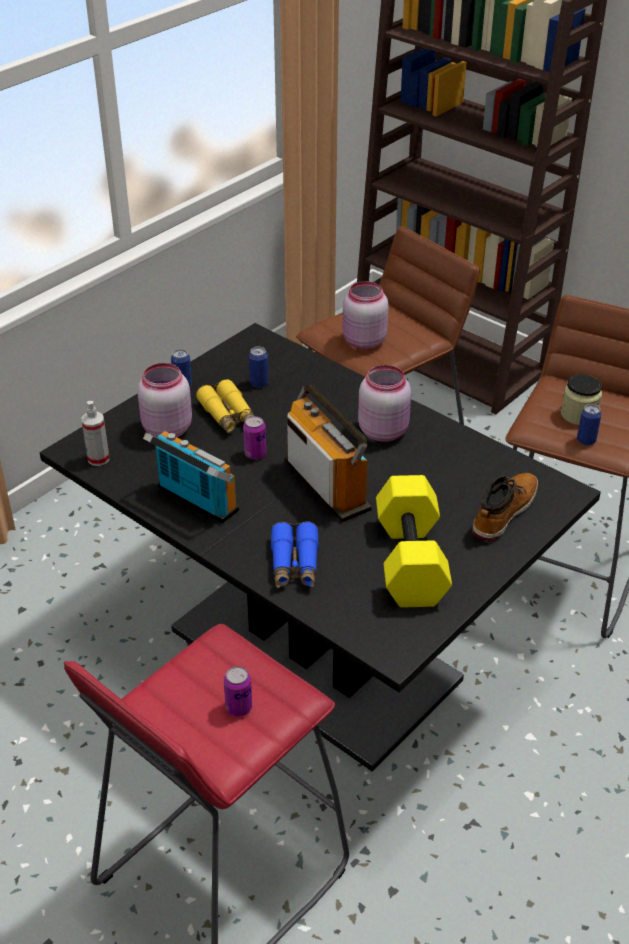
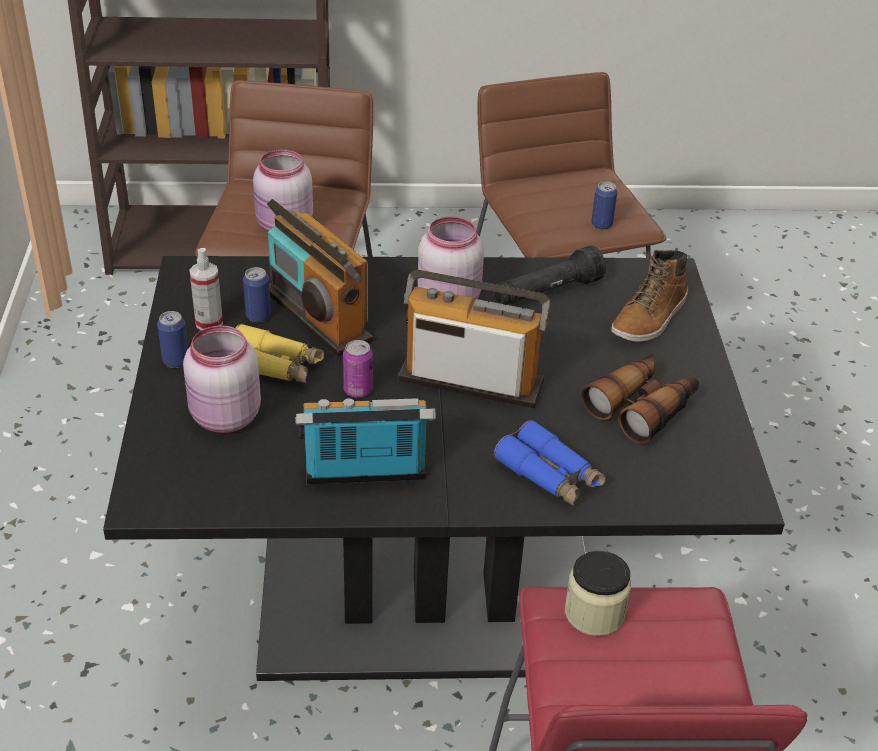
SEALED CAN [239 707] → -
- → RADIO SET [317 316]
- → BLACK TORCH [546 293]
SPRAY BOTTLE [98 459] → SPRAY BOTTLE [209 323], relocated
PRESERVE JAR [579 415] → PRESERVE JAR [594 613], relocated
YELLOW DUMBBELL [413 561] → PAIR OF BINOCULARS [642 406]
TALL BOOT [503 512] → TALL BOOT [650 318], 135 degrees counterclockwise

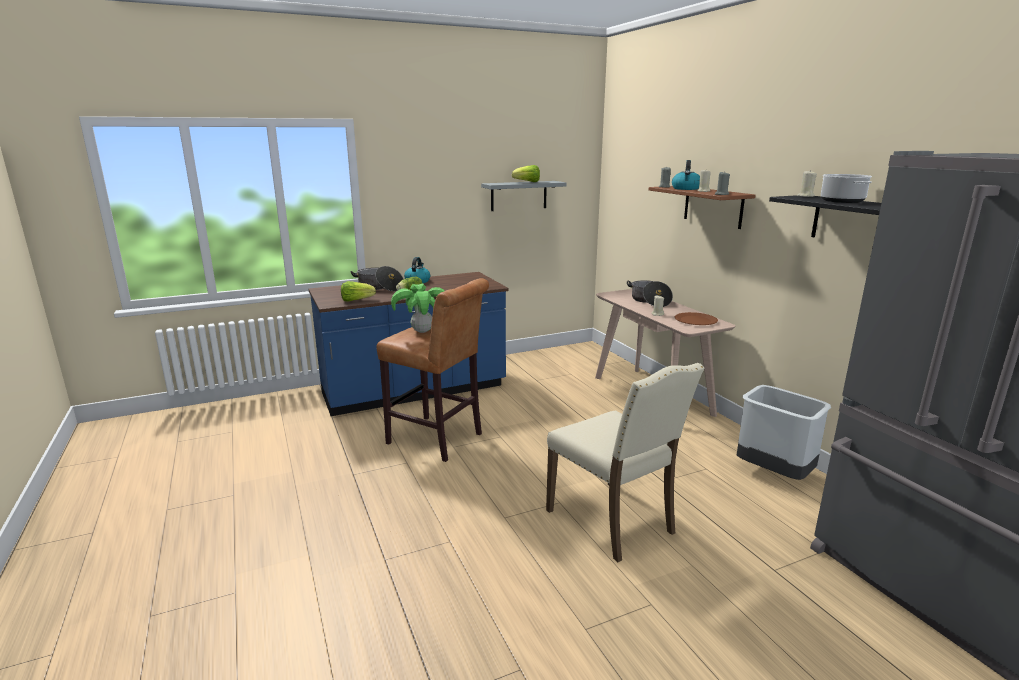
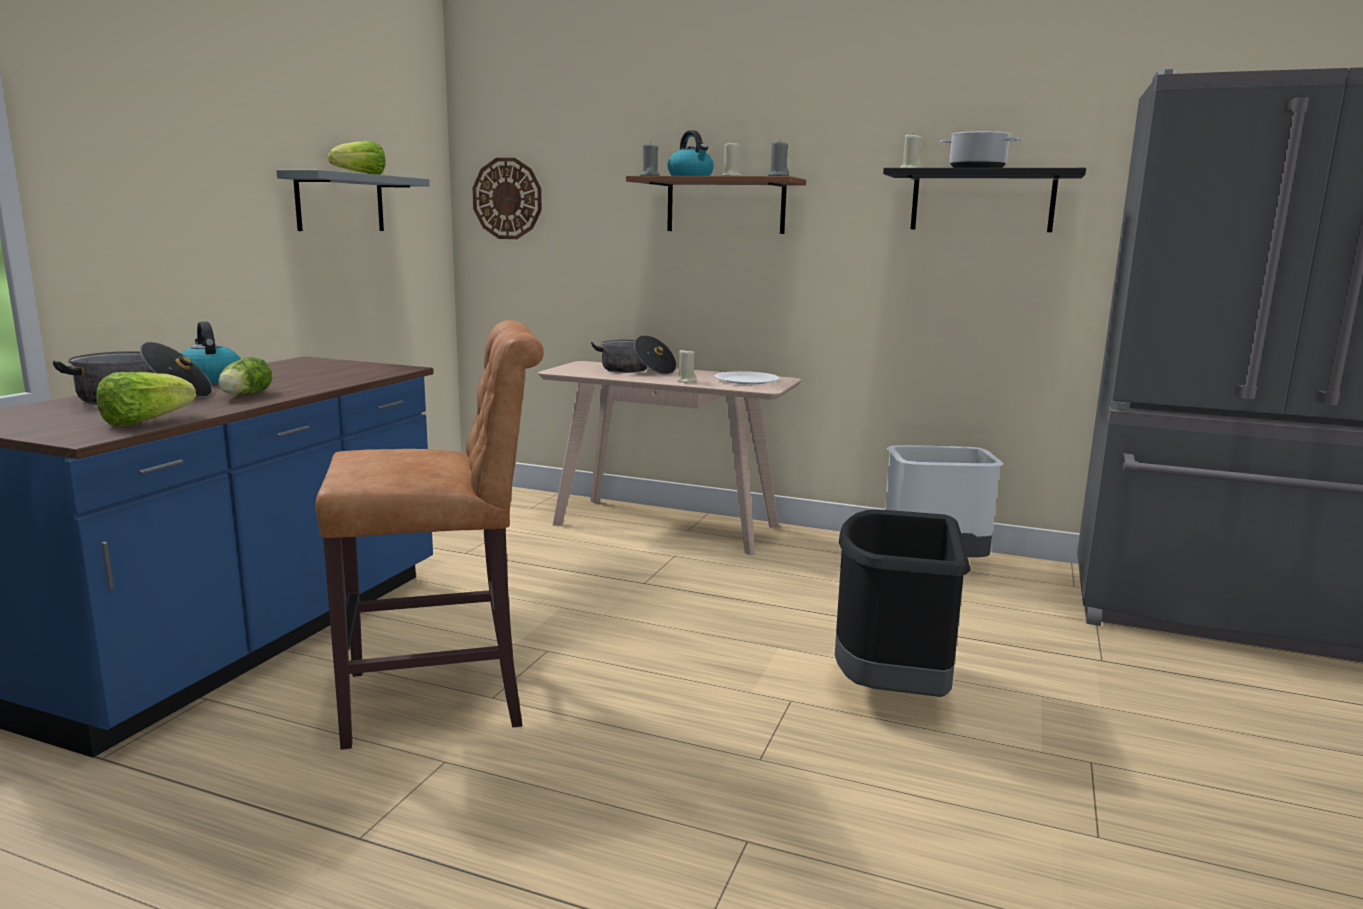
HOUSEPLANT [422 331] → -
- → WALL CLOCK [507 198]
BEIGE UPRIGHT CHAIR [613 521] → BLACK WASTE BIN [891 691]
BROWN-COLOURED FLAT DISH [695 320] → WHITISH FLAT DISH [746 380]

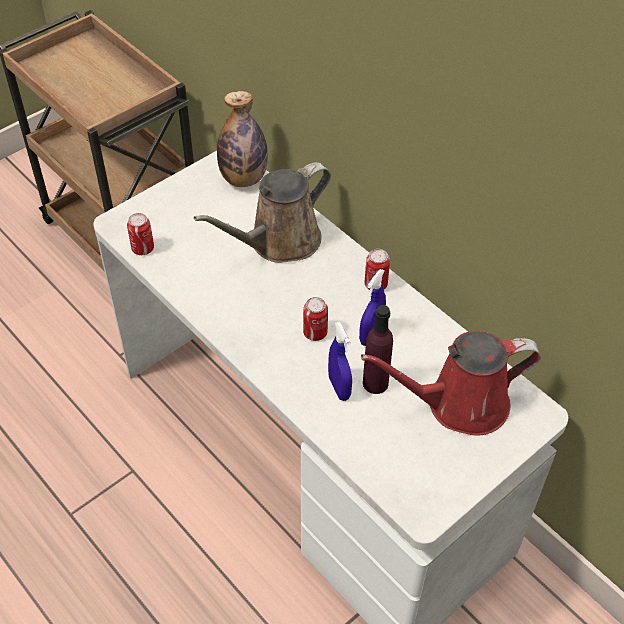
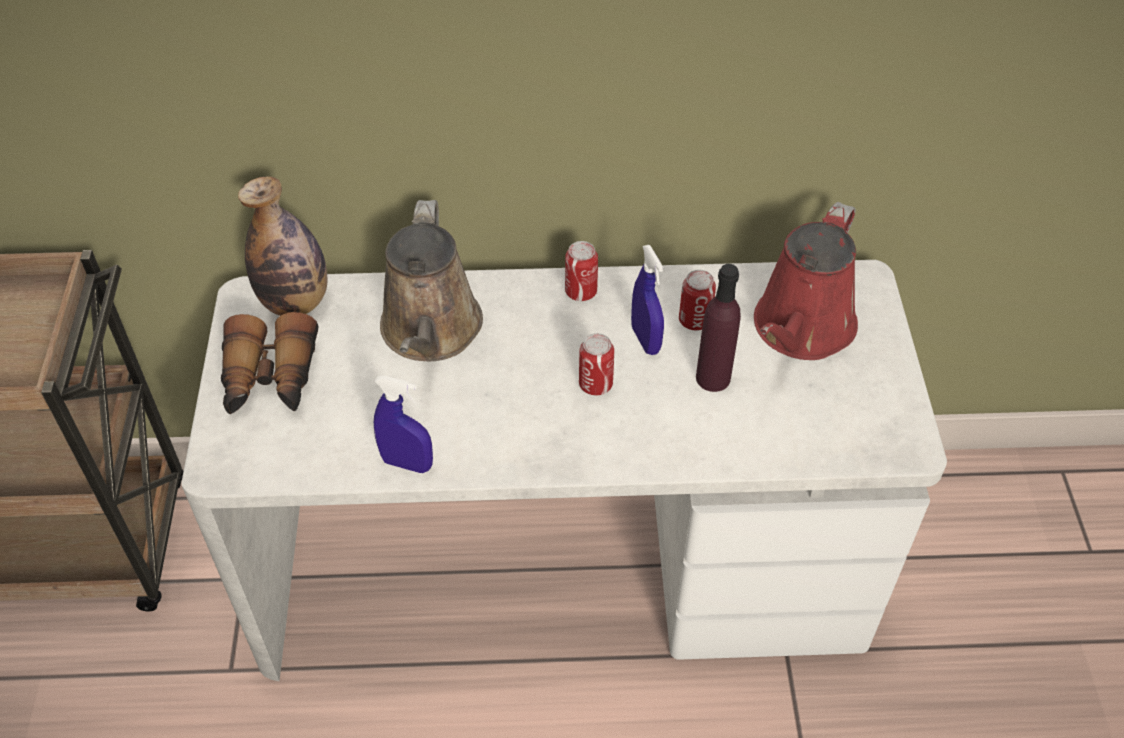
- → PAIR OF BINOCULARS [270 380]
SEALED CAN [143 248] → SEALED CAN [694 320], relocated
BLUISH SPRAY BOTTLE [339 388] → BLUISH SPRAY BOTTLE [407 463], relocated

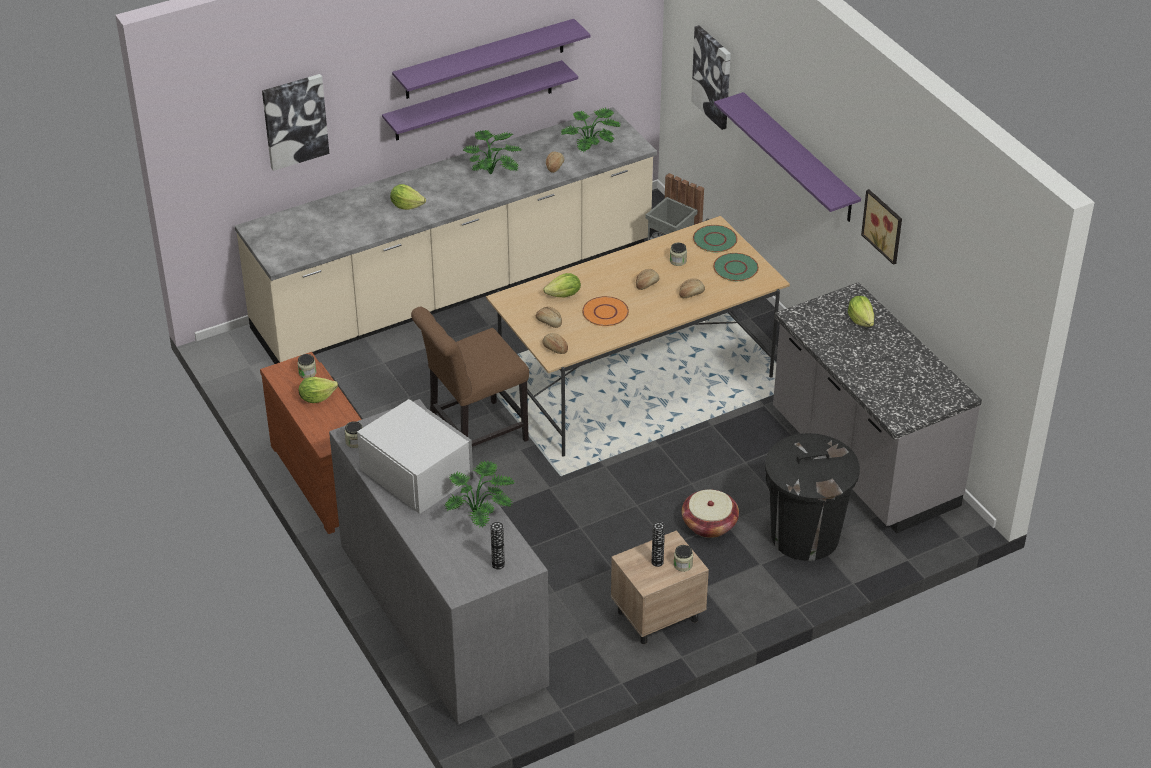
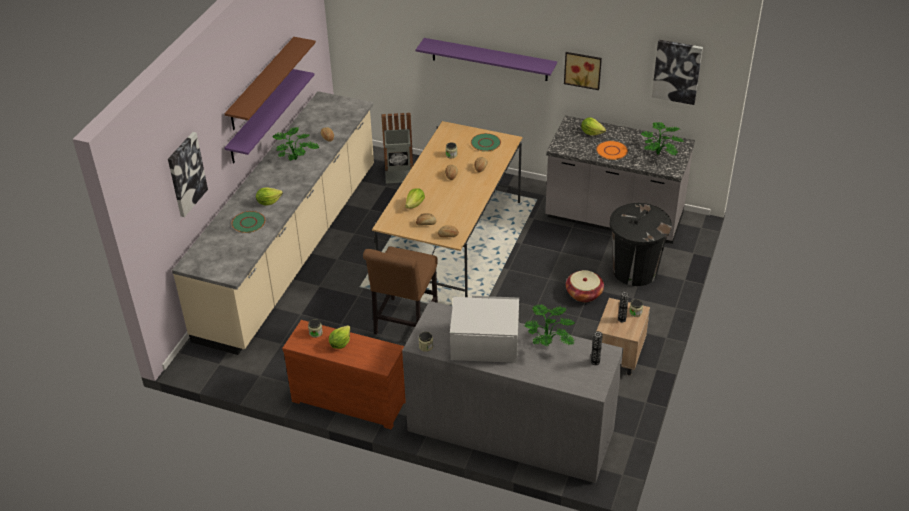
HOUSEPLANT [592 149] → HOUSEPLANT [660 153], relocated
ORANGE FLAT DISH [605 313] → ORANGE FLAT DISH [612 151], relocated
PICTURE [713 77] → PICTURE [677 71], relocated
GREENISH FLAT DISH [715 240] → GREENISH FLAT DISH [248 223], relocated
PURPLE-COLOURED SHELF [485 59] → BROWN-COLOURED SHELF [262 84]

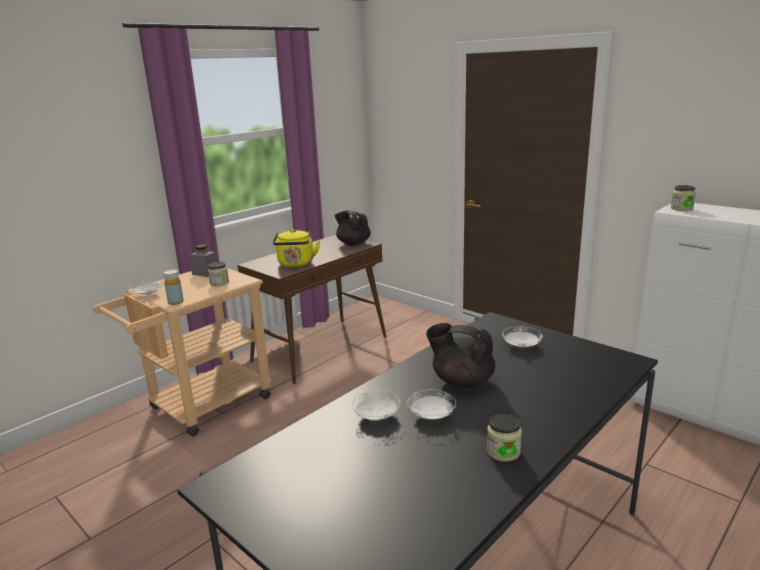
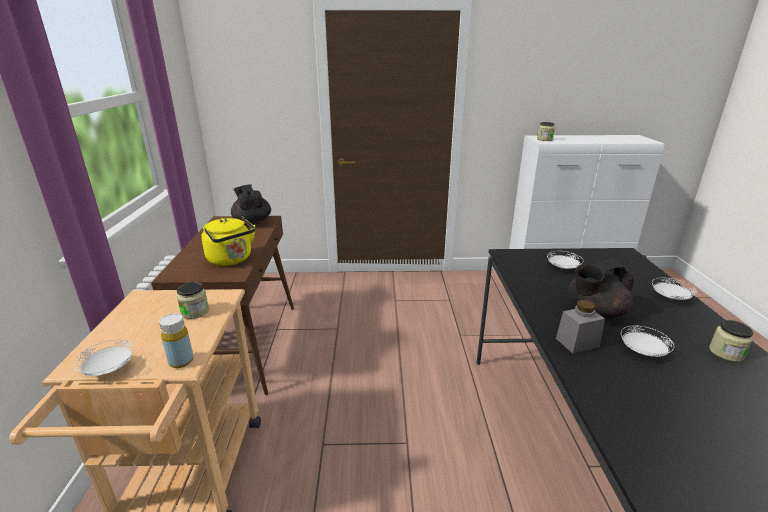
GREYISH PRESERVE JAR [205 273] → GREYISH PRESERVE JAR [577 342], relocated
WHITISH FLAT DISH [377 416] → WHITISH FLAT DISH [670 297], relocated
BLACK TEA POT [353 243] → BLACK TEA POT [252 222], 60 degrees clockwise

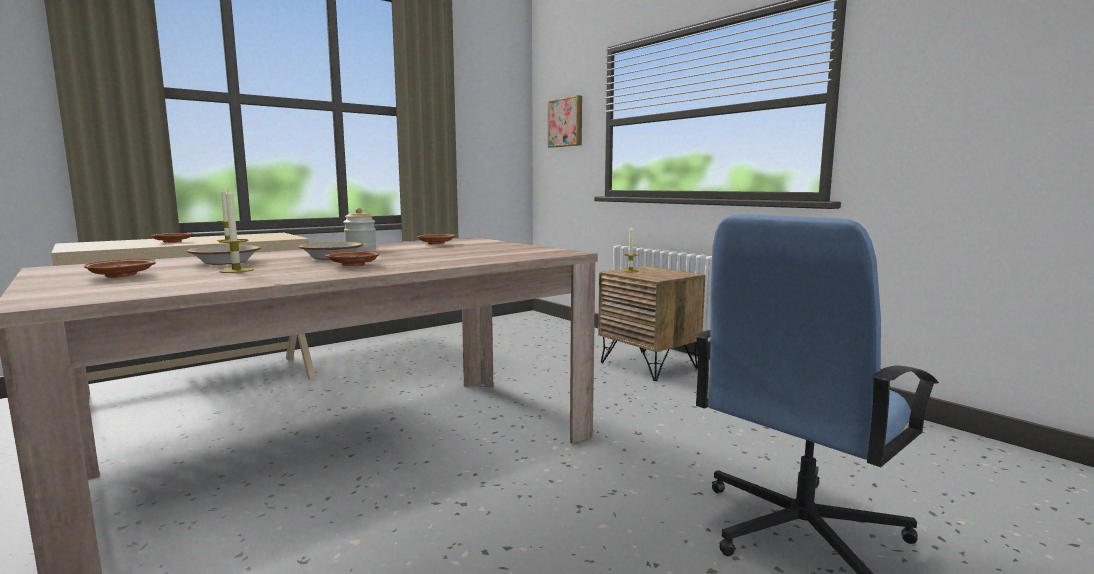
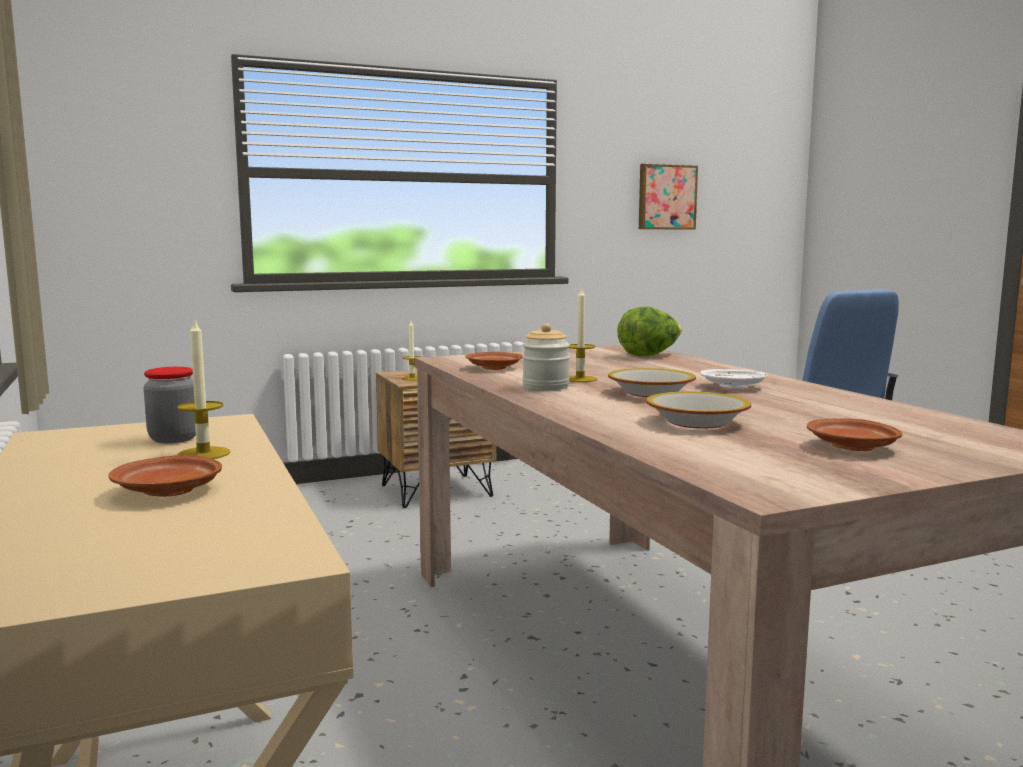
- → PRESERVE JAR [174 439]
- → LETTUCE HEAD [649 355]
WAX CANDLE [236 270] → WAX CANDLE [580 379], relocated
PICTURE [566 122] → PICTURE [666 197], relocated
BROWN-COLOURED FLAT DISH [353 265] → WHITISH FLAT DISH [734 387]

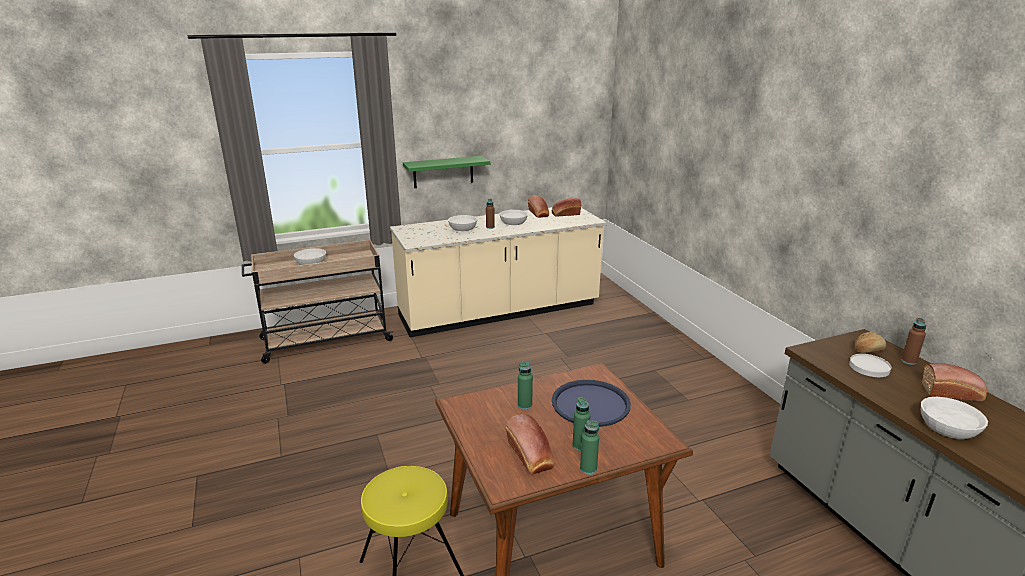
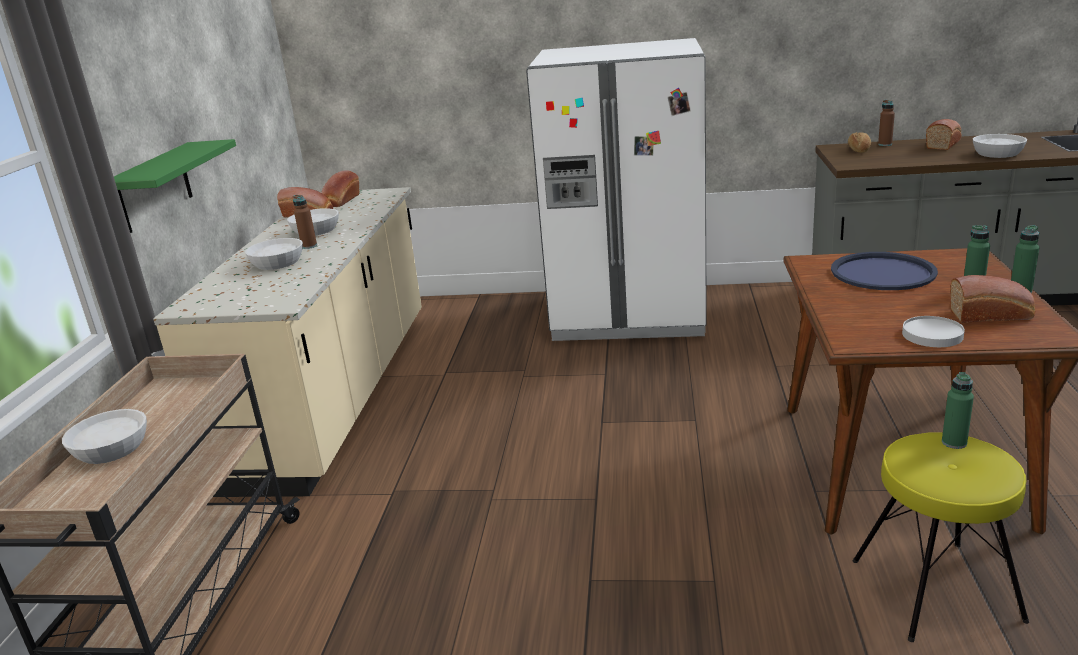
- → WHITISH REFRIGERATOR [628 315]
GREENISH BEVERAGE BOTTLE [524 405] → GREENISH BEVERAGE BOTTLE [954 443], relocated
WHITISH FLAT DISH [869 367] → WHITISH FLAT DISH [932 335], relocated

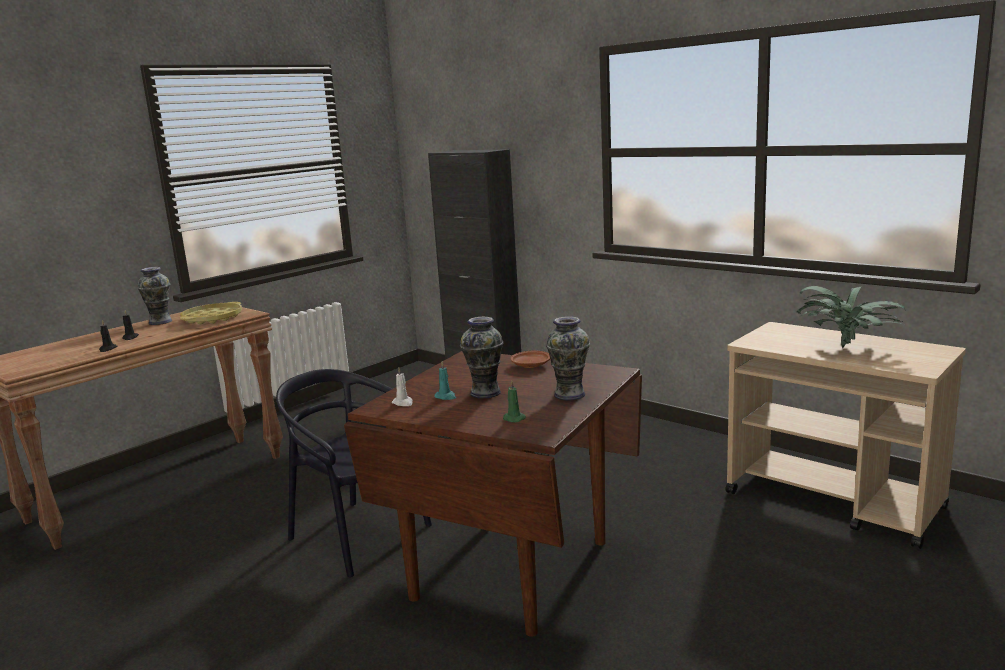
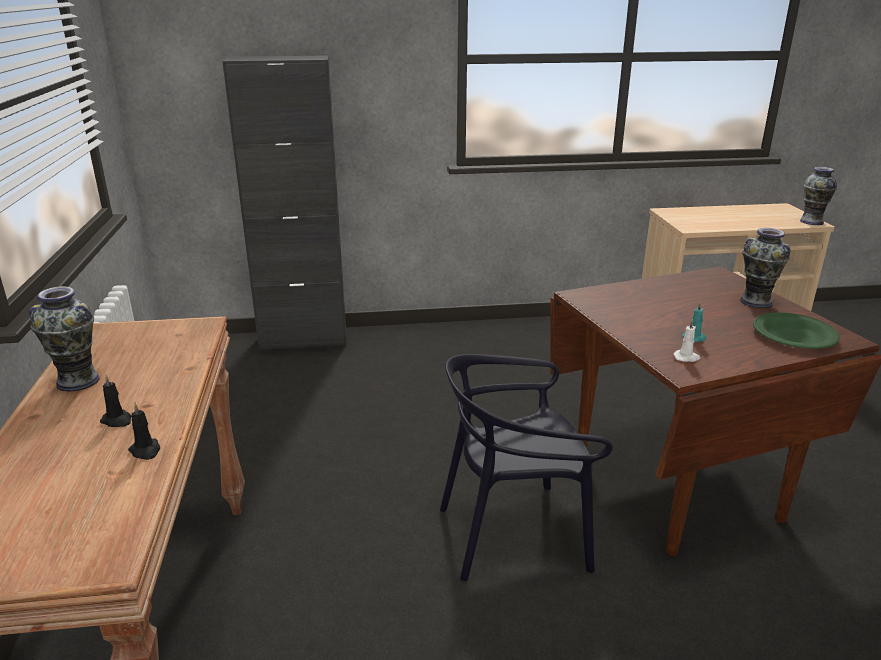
YELLOW CARRYING TRAY [212 318] → -
BROWN-COLOURED FLAT DISH [531 365] → -
HOUSEPLANT [847 347] → -
DECORATIVE VASE [486 393] → DECORATIVE VASE [812 221], relocated
GREENISH WAX CANDLE [513 419] → GREENISH FLAT DISH [793 335]

